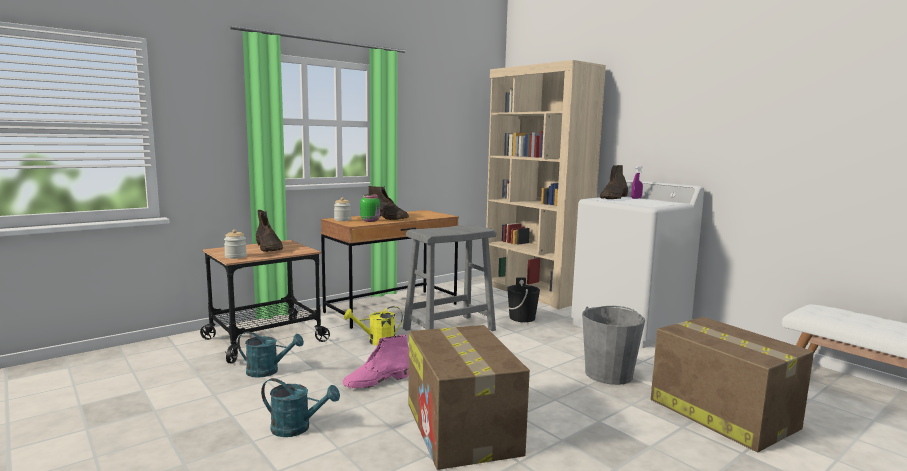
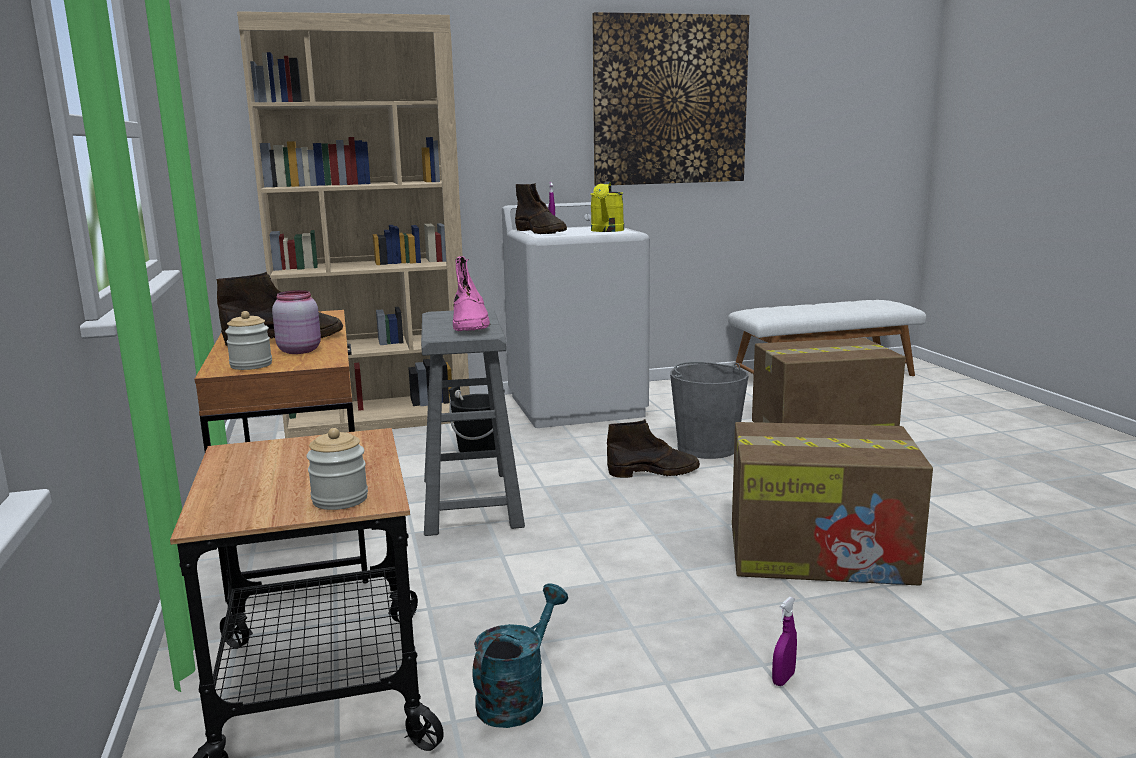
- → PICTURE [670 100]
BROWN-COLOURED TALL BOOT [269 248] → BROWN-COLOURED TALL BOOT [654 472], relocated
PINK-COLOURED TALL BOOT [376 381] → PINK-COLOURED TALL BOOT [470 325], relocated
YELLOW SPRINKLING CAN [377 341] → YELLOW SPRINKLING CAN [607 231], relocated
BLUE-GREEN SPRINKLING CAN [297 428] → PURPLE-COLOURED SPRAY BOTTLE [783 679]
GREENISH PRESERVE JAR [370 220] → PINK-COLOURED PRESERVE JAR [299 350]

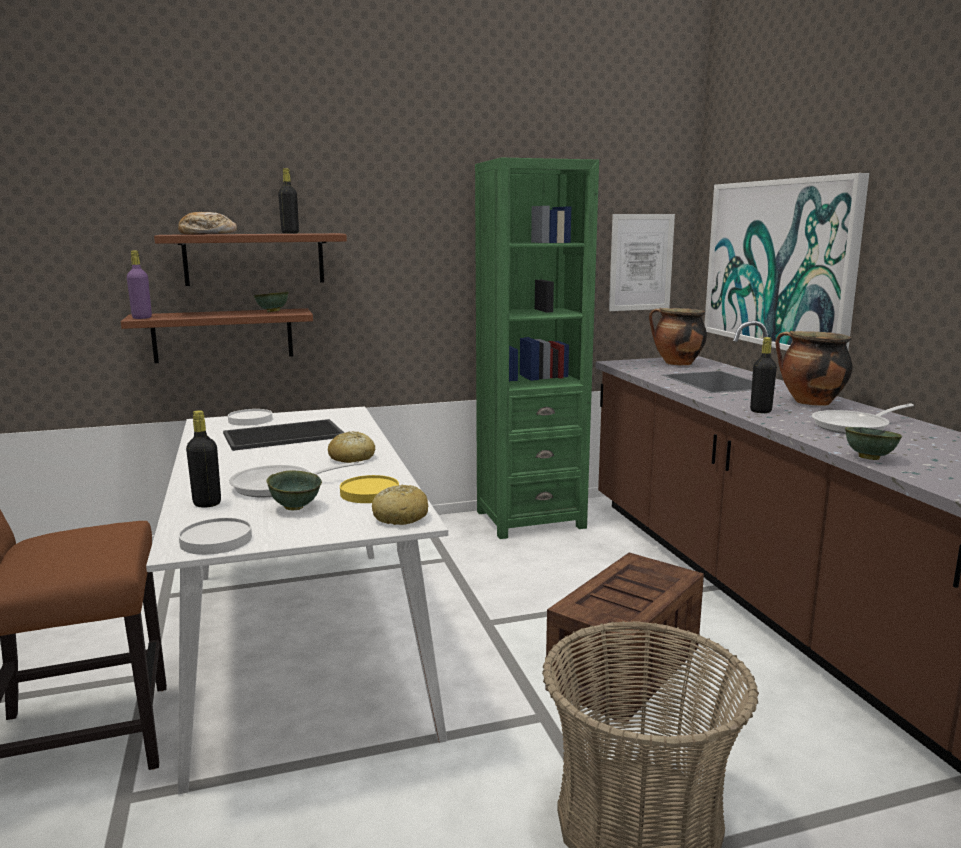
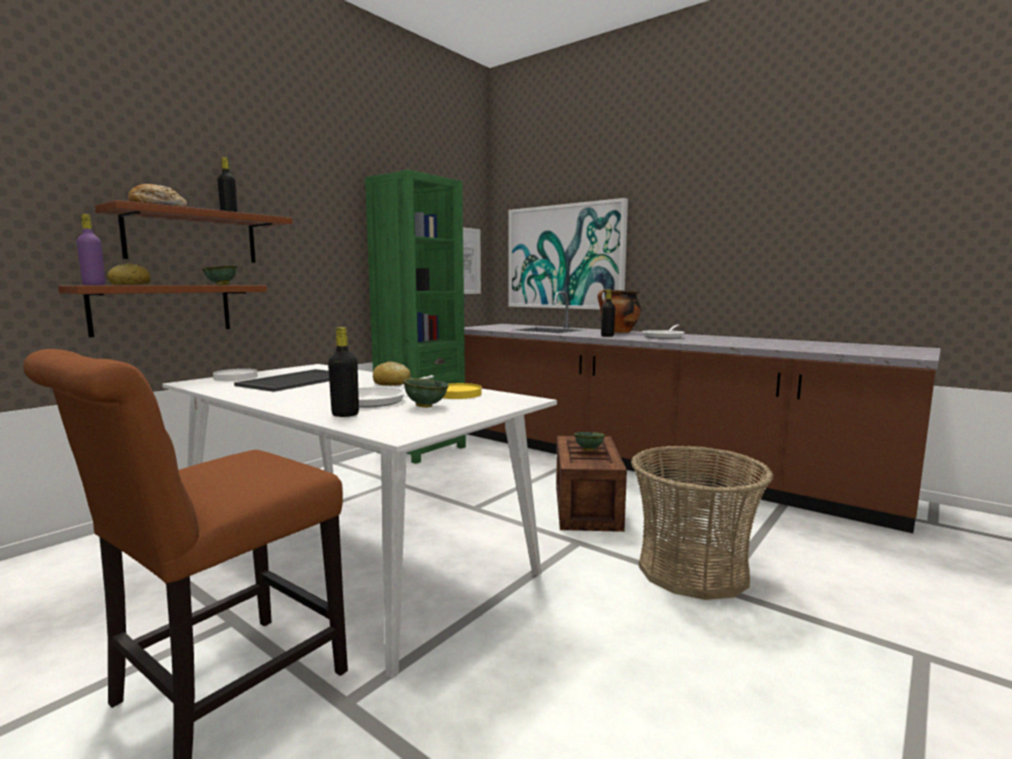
WHITISH FLAT DISH [215 540] → -
SAUCEPOT [676 364] → -
BAKERY BREAD [400 517] → BAKERY BREAD [129 285], relocated
GREENISH DEEP DISH [868 458] → GREENISH DEEP DISH [588 450], relocated

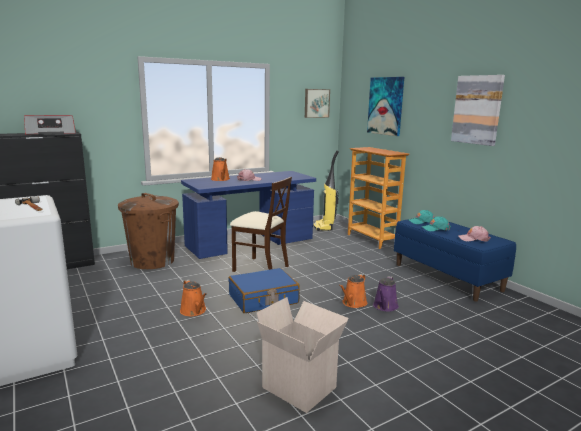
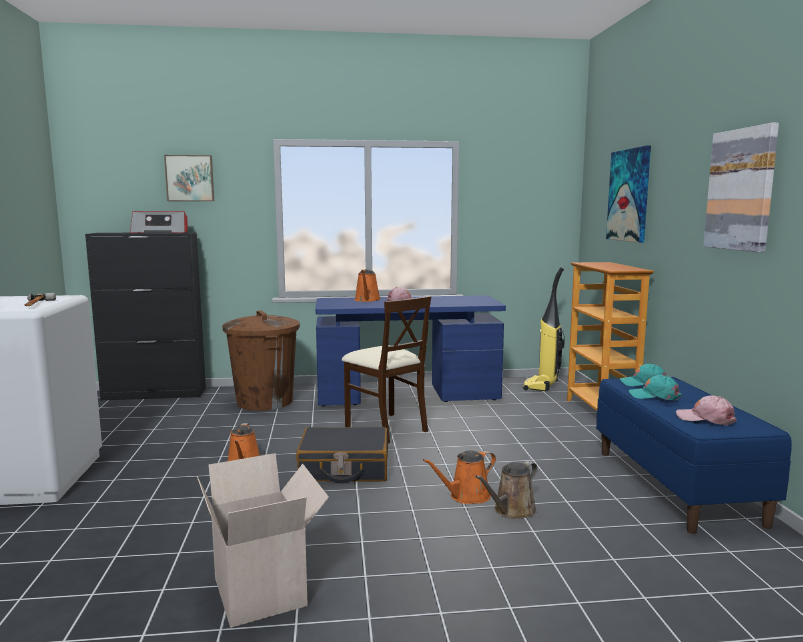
PICTURE [316 103] → PICTURE [190 178], relocated
BLUISH PIECE OF LUGGAGE [263 299] → BLACK PIECE OF LUGGAGE [344 468]
PURPLE-COLOURED SPRINKLING CAN [385 307] → BROWN-COLOURED SPRINKLING CAN [512 511]

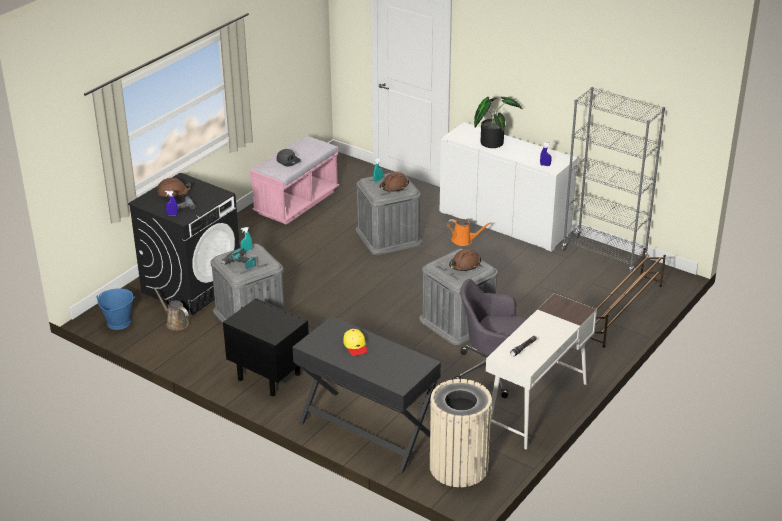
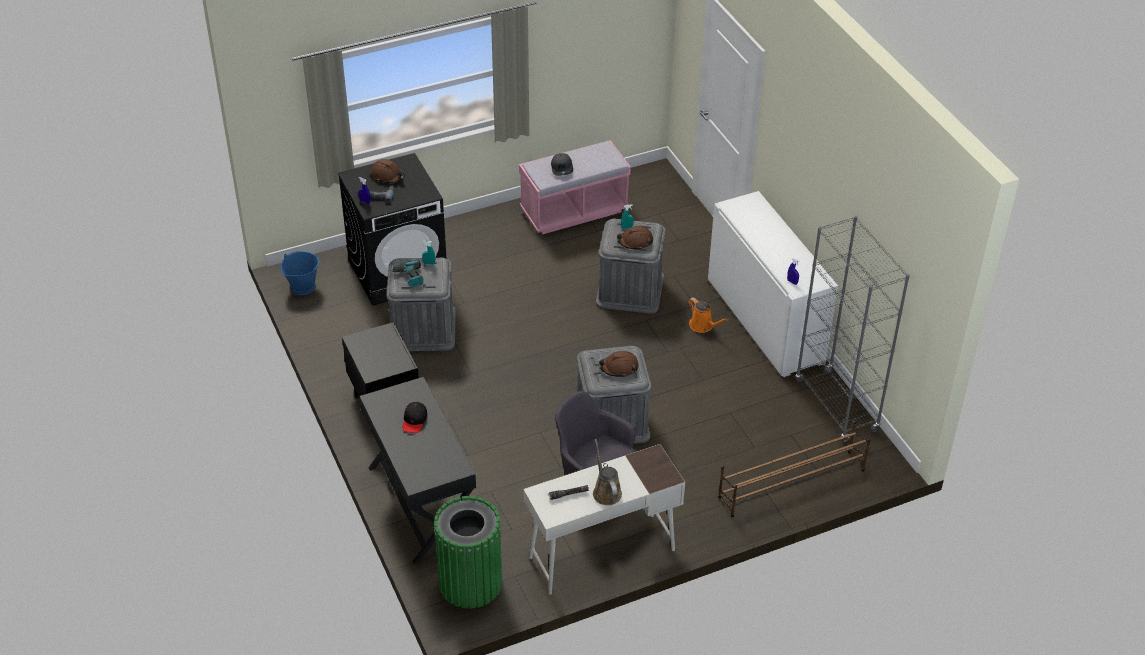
HOUSEPLANT [492 141] → -
BROWN-COLOURED SPRINKLING CAN [175 323] → BROWN-COLOURED SPRINKLING CAN [606 491], relocated
YELLOW CAP [355 346] → BLACK CAP [414 420]
BEIGE WASTE BIN [458 467] → GREENISH WASTE BIN [470 582]

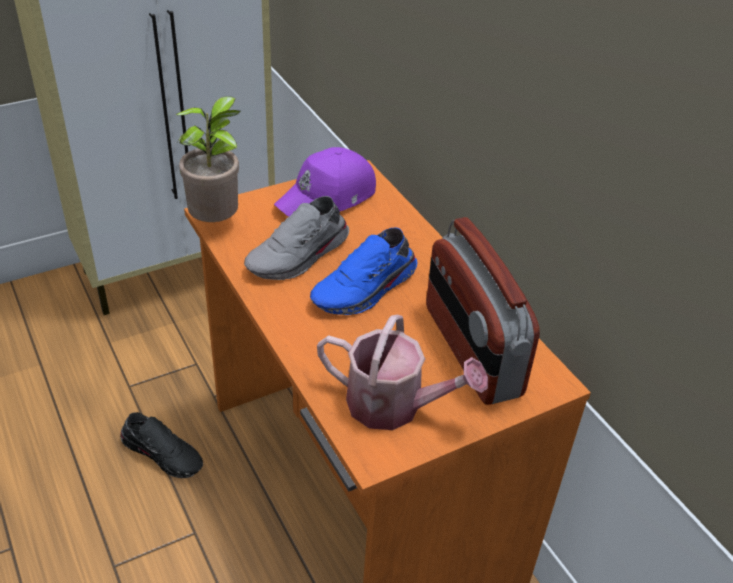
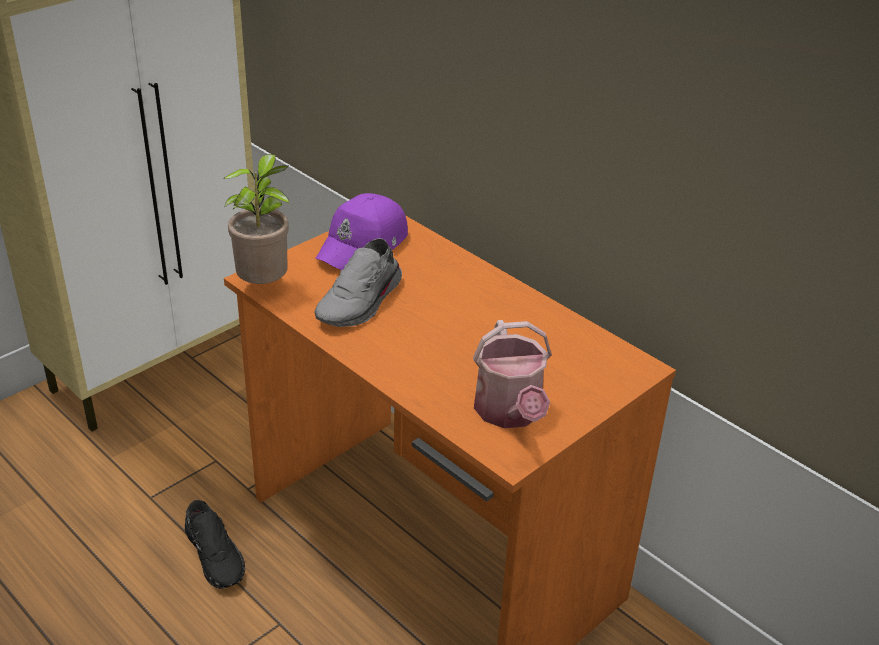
BLUISH ITEM OF FOOTWEAR [366 290] → -
RADIO SET [470 351] → -
BLACK ITEM OF FOOTWEAR [164 453] → BLACK ITEM OF FOOTWEAR [216 555], 45 degrees clockwise
SPRINKLING CAN [394 405] → SPRINKLING CAN [510 413], 75 degrees clockwise

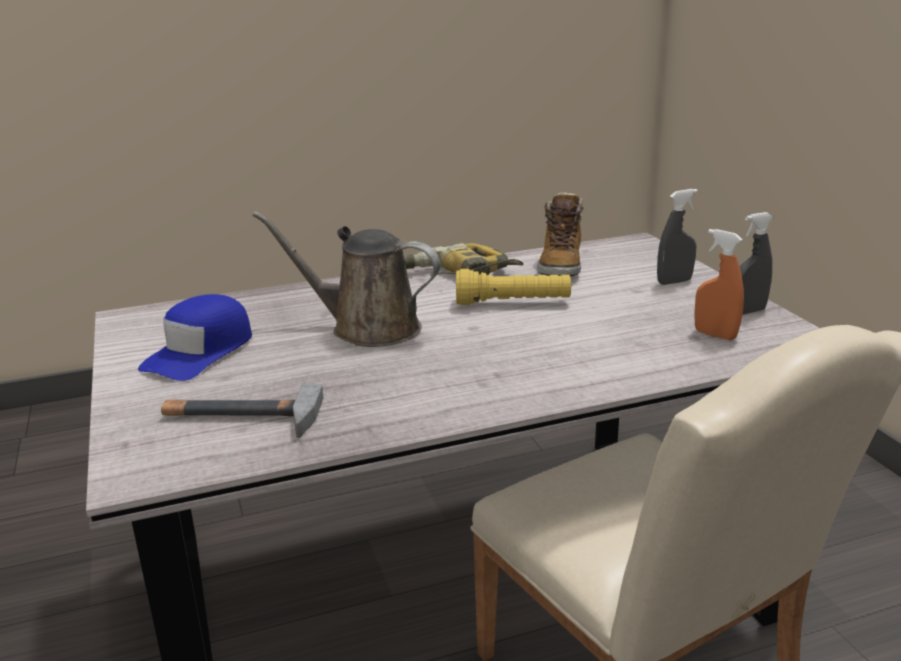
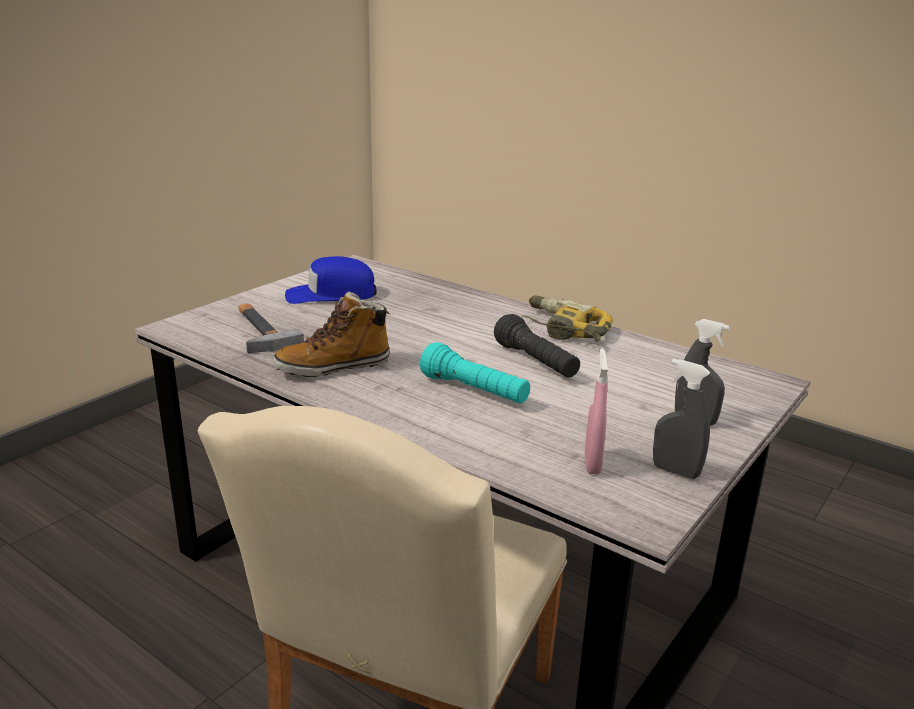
BROWN-COLOURED SPRINKLING CAN [367 328] → -
- → BLUE-GREEN TORCH [474 391]
TALL BOOT [560 266] → TALL BOOT [334 366], relocated
YELLOW TORCH [513 303] → BLACK TORCH [536 362]
ORANGE SPRAY BOTTLE [715 335] → PINK-COLOURED SPRAY BOTTLE [592 463]

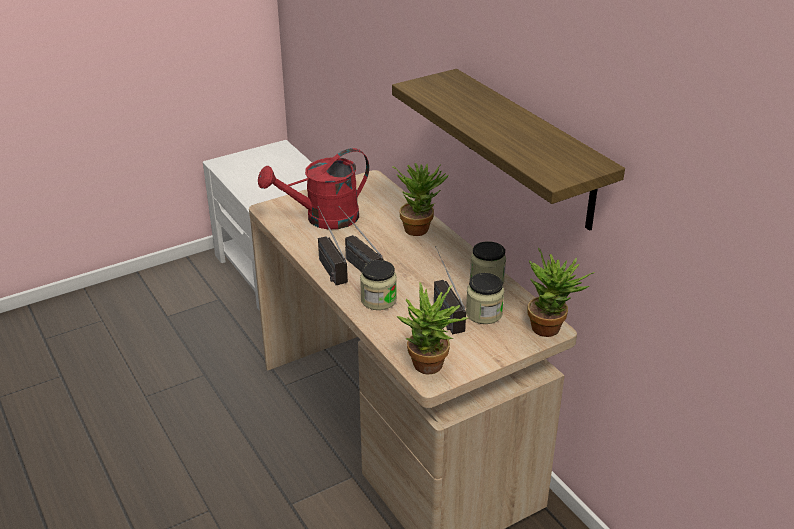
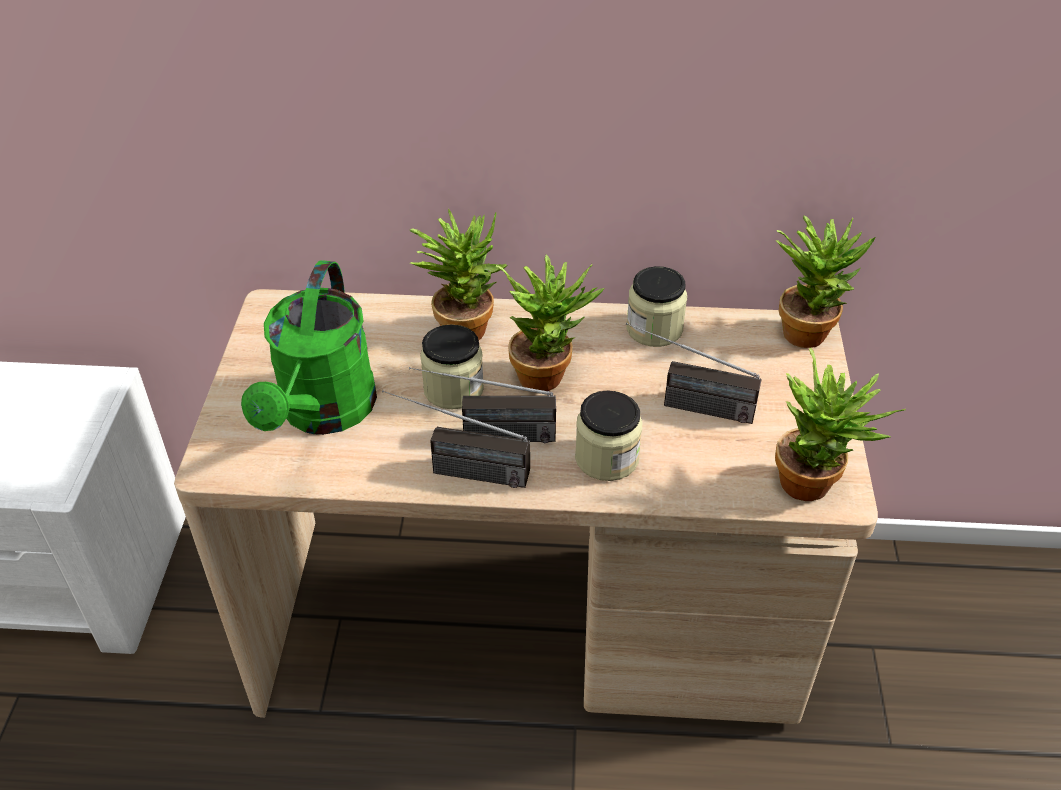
SHELF [529 149] → -
- → HOUSEPLANT [548 373]
PRESERVE JAR [484 313] → PRESERVE JAR [453 389], relocated
REDDISH SPRINKLING CAN [323 219] → GREENISH SPRINKLING CAN [323 414]

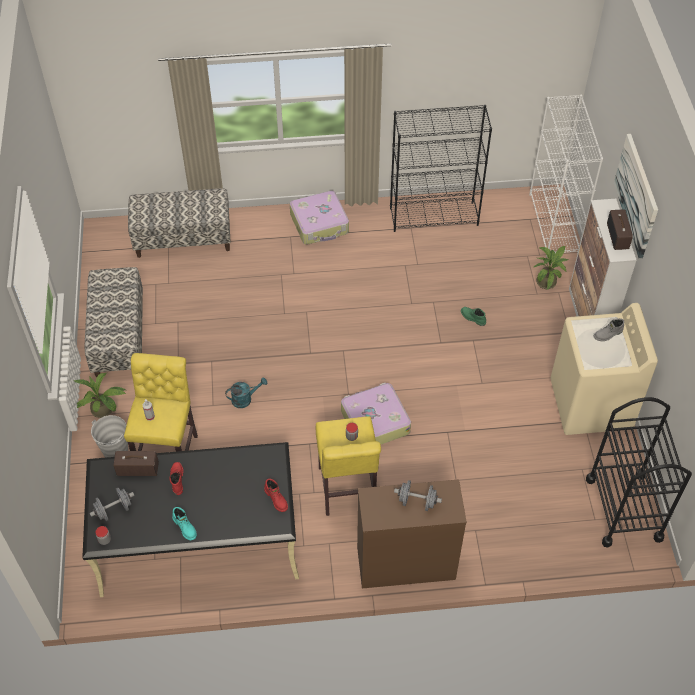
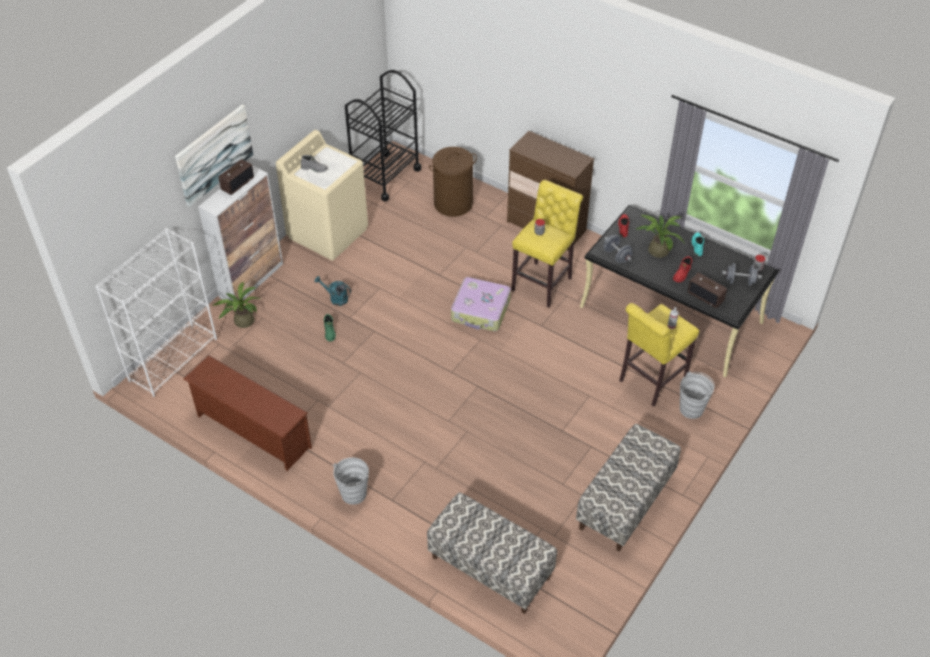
- → BROWN-COLOURED HAMPER [453 203]
HOUSEPLANT [104 410] → HOUSEPLANT [656 249], relocated
BLUE-GREEN SPRINKLING CAN [245 399] → BLUE-GREEN SPRINKLING CAN [335 298], relocated
GREYISH DUMBBELL [417 501] → GREYISH DUMBBELL [616 256], relocated
PIECE OF LUGGAGE [320 224] → GREYISH PAIL [353 494]
BLACK BOOKCASE [434 216] → BROWN-COLOURED SHOE SHELF [252 432]

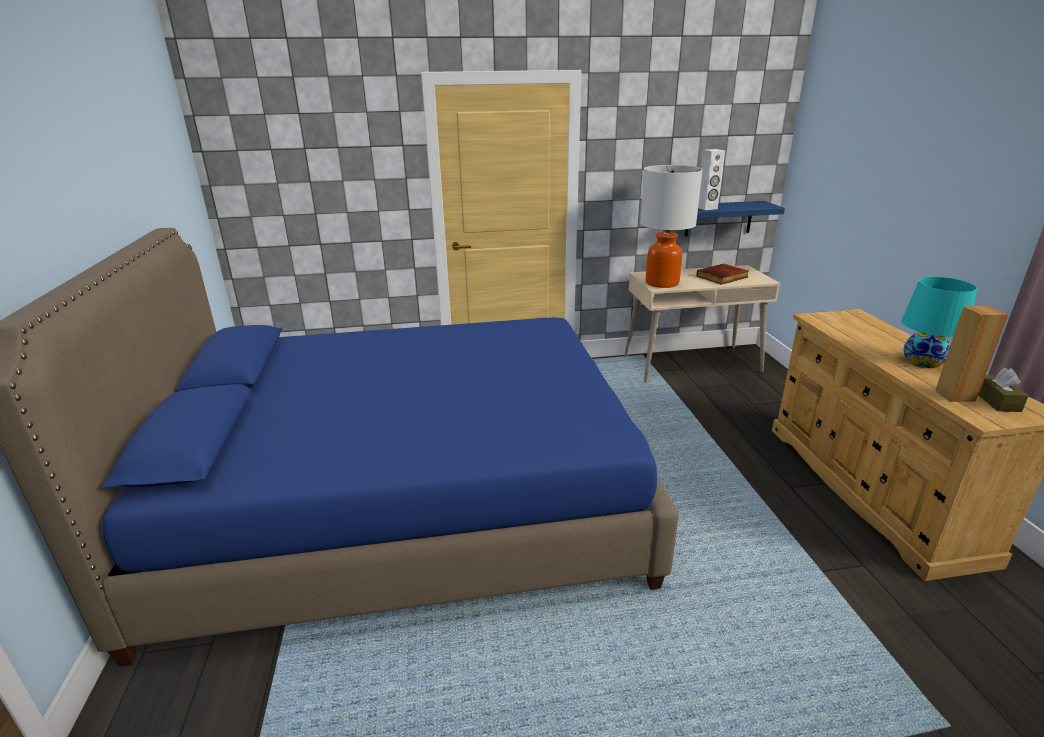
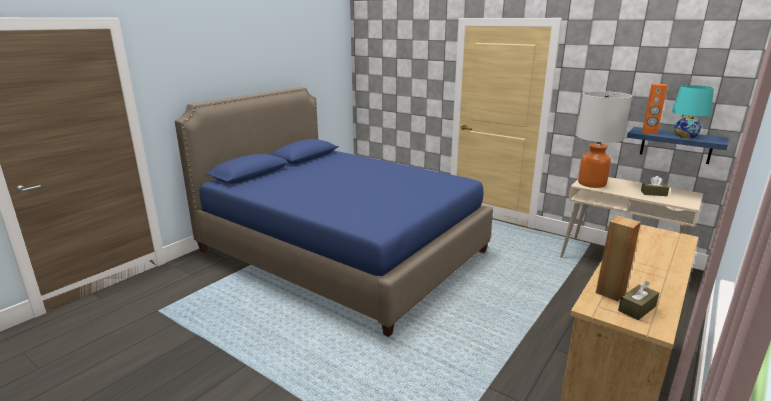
BLUE-GREEN TABLETOP LAMP [922 362] → BLUE-GREEN TABLETOP LAMP [685 136], relocated
BOOK [722 277] → BROWN-COLOURED TISSUE HOLDER [653 193]
WHITISH SPEAKER [707 208] → ORANGE SPEAKER [649 132]

